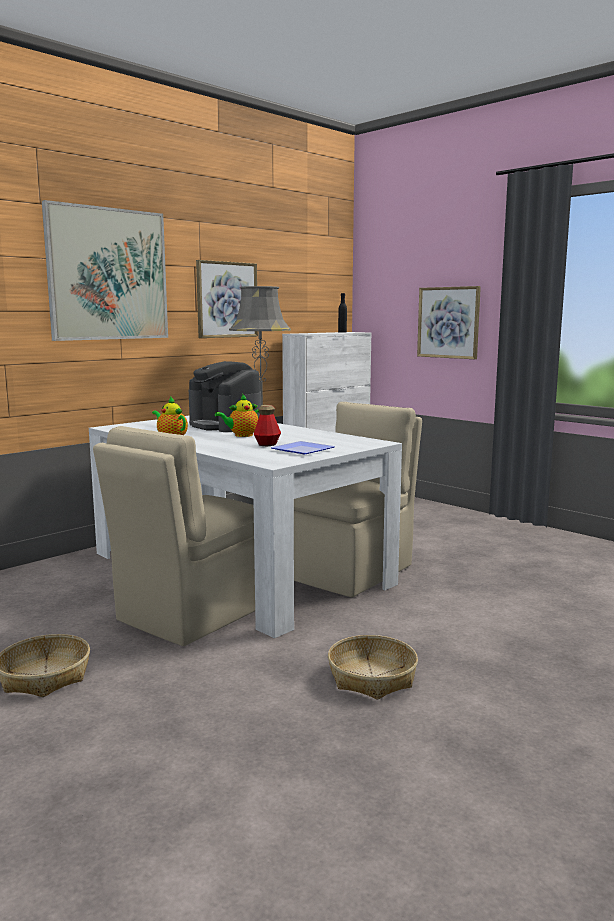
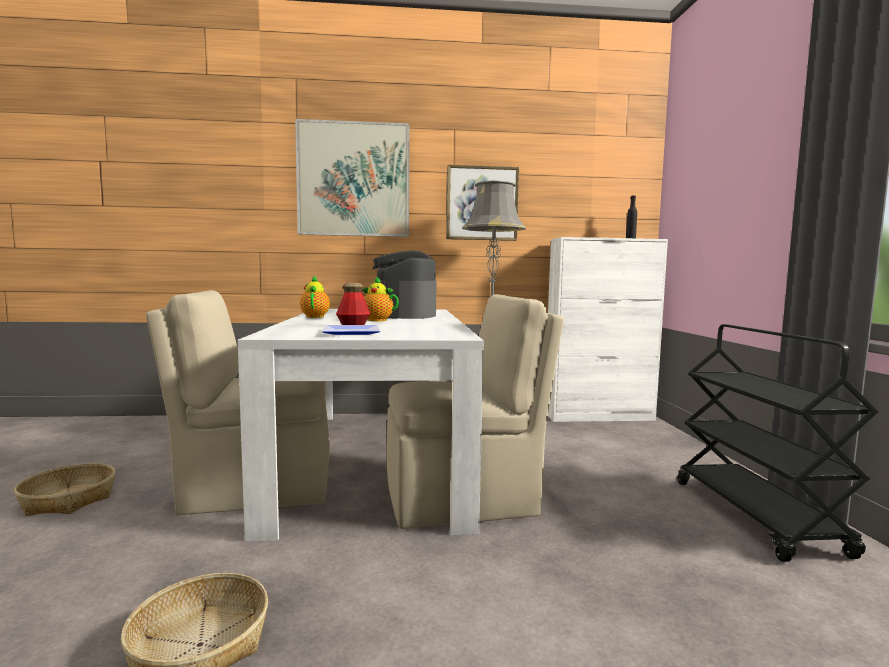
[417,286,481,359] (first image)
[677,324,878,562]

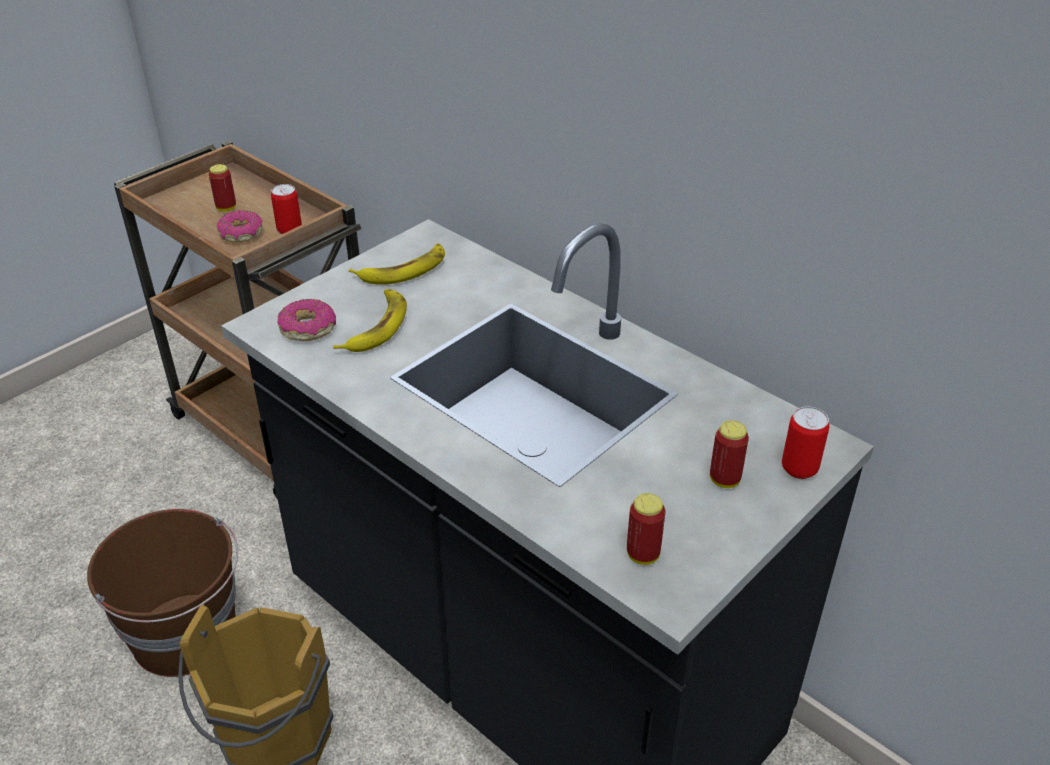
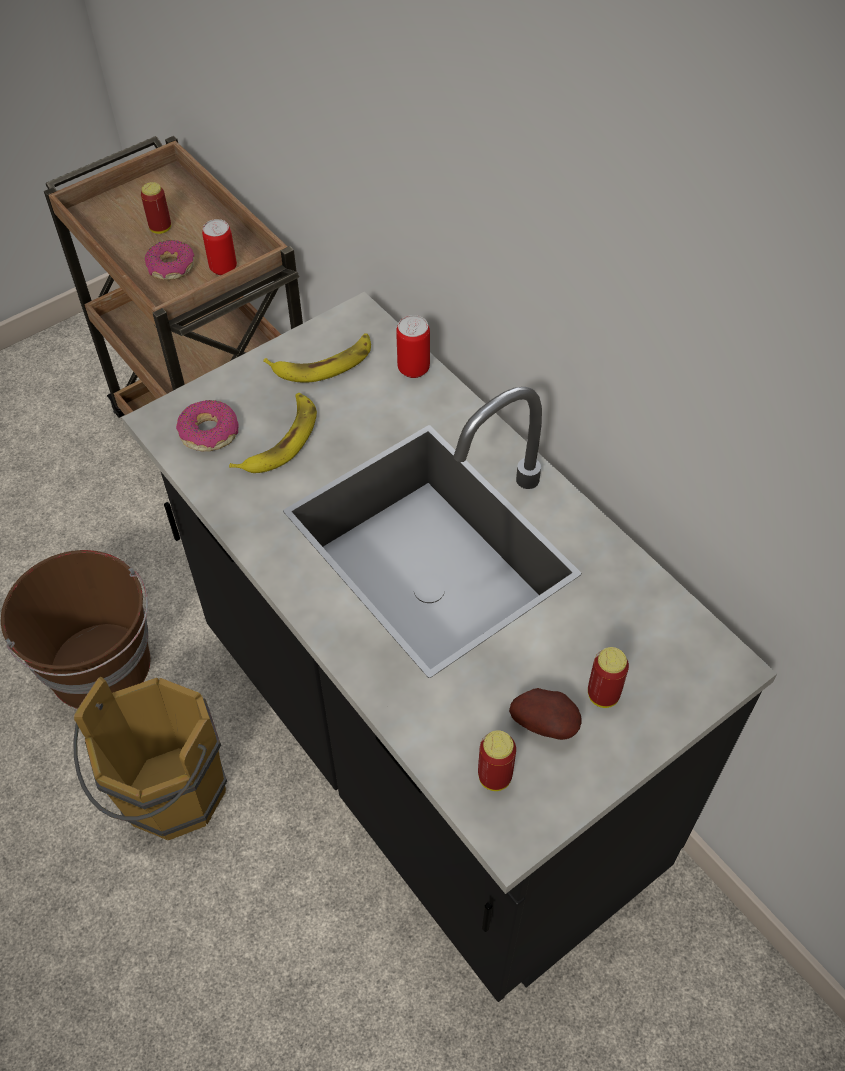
[396,315,430,378]
[509,688,582,740]

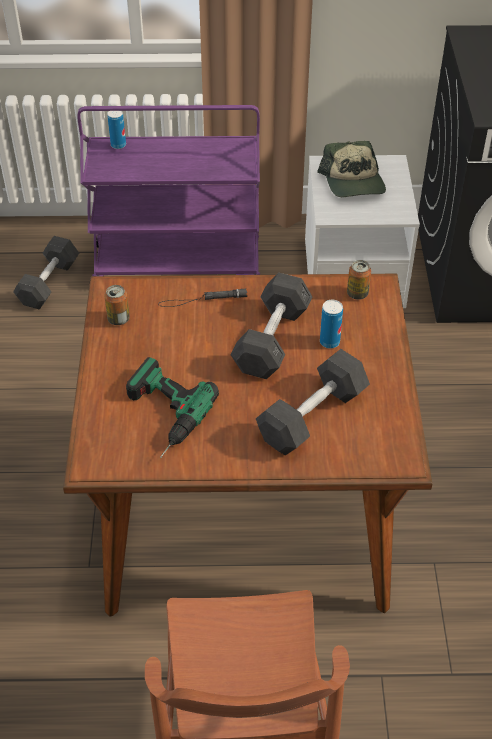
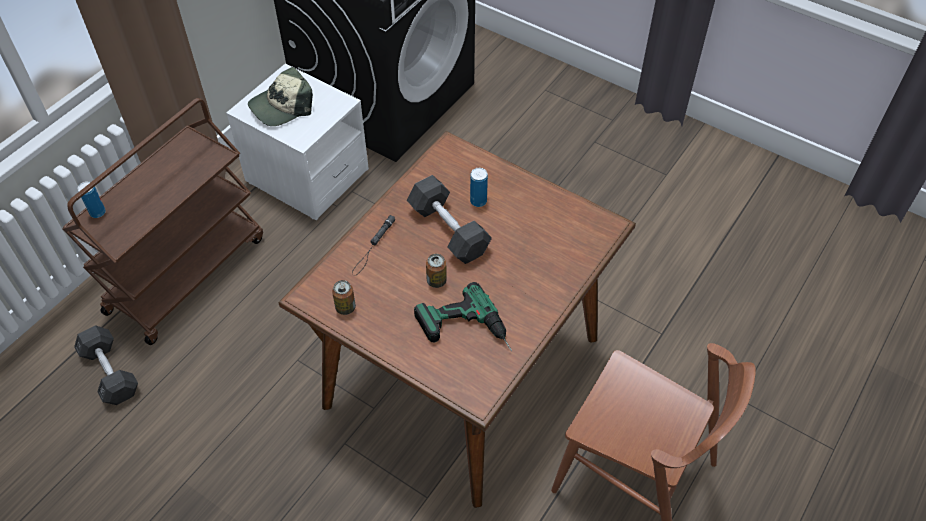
[63,98,263,345]
[256,349,370,455] (first image)
[248,67,313,126]
[426,254,447,288]

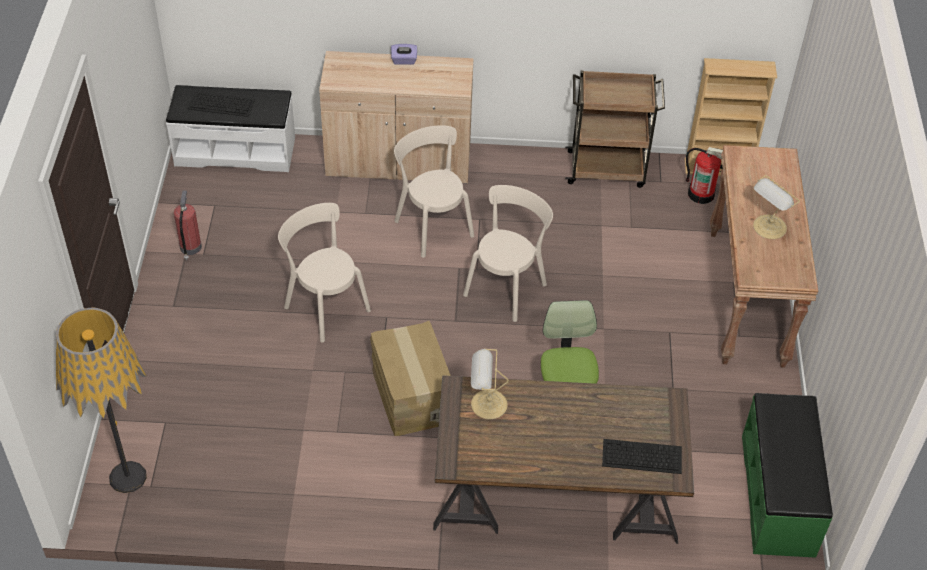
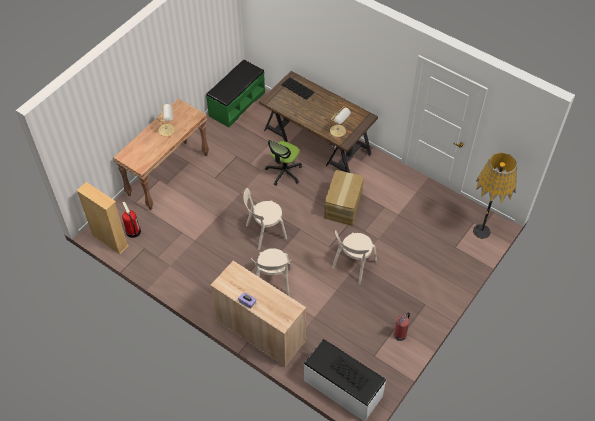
[332,230,377,285]
[565,70,665,188] (first image)

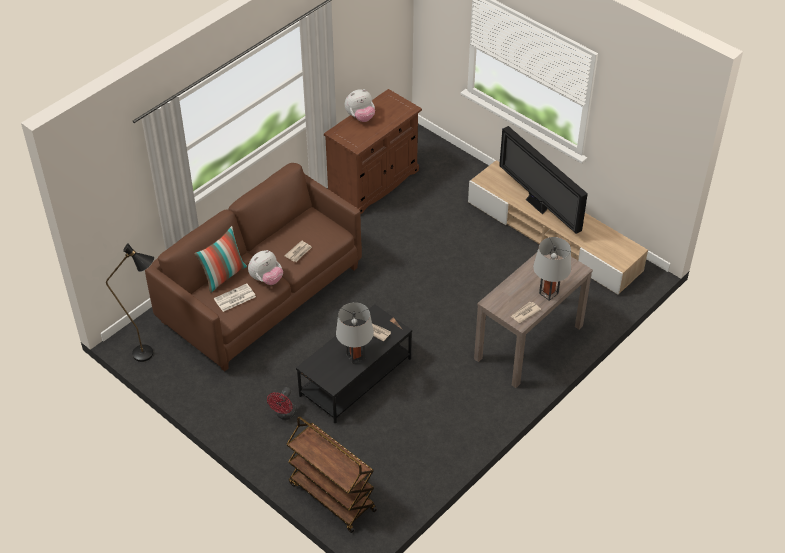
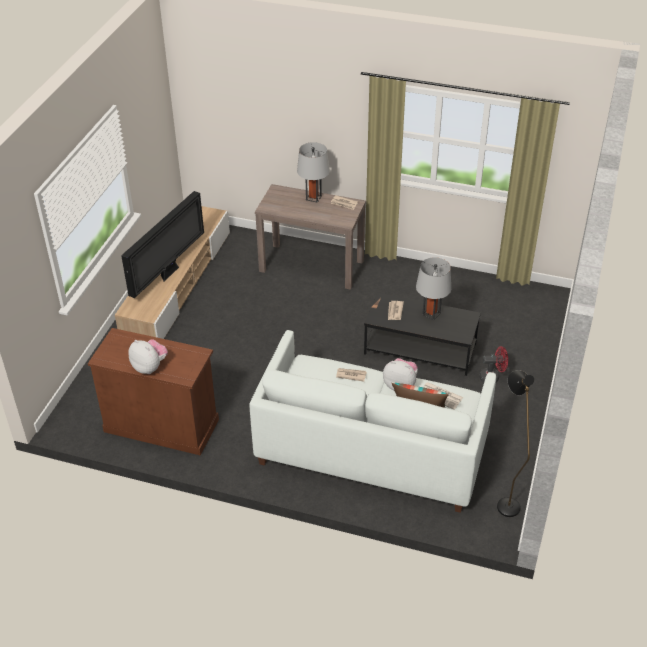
[250,330,496,513]
[286,416,377,533] (first image)

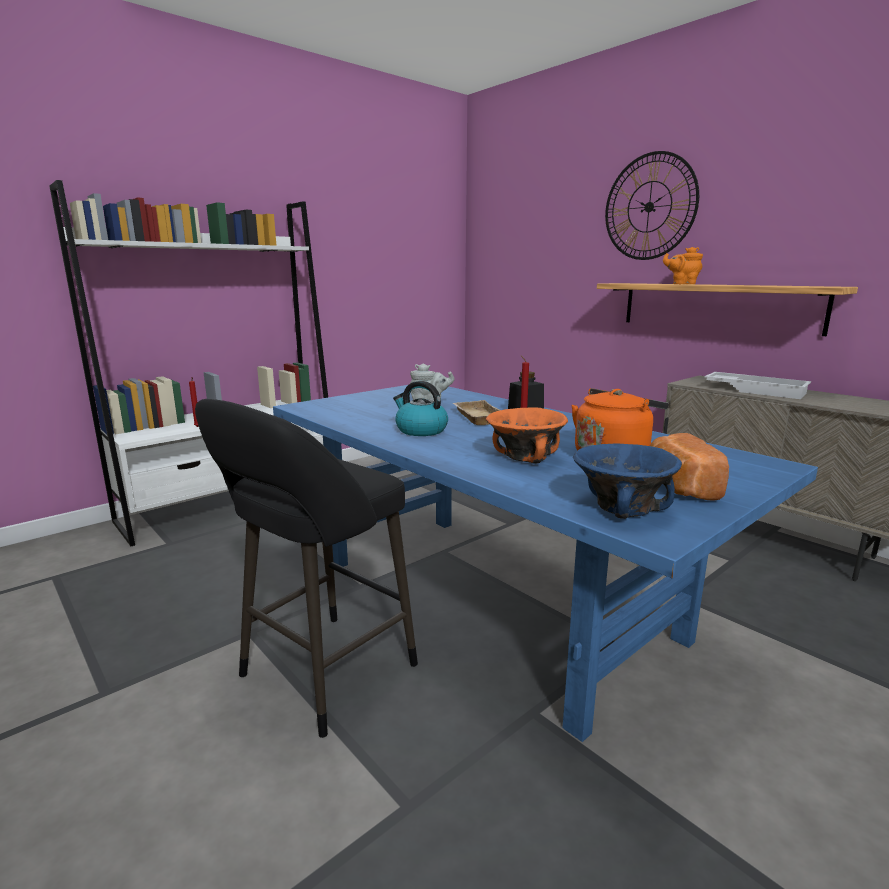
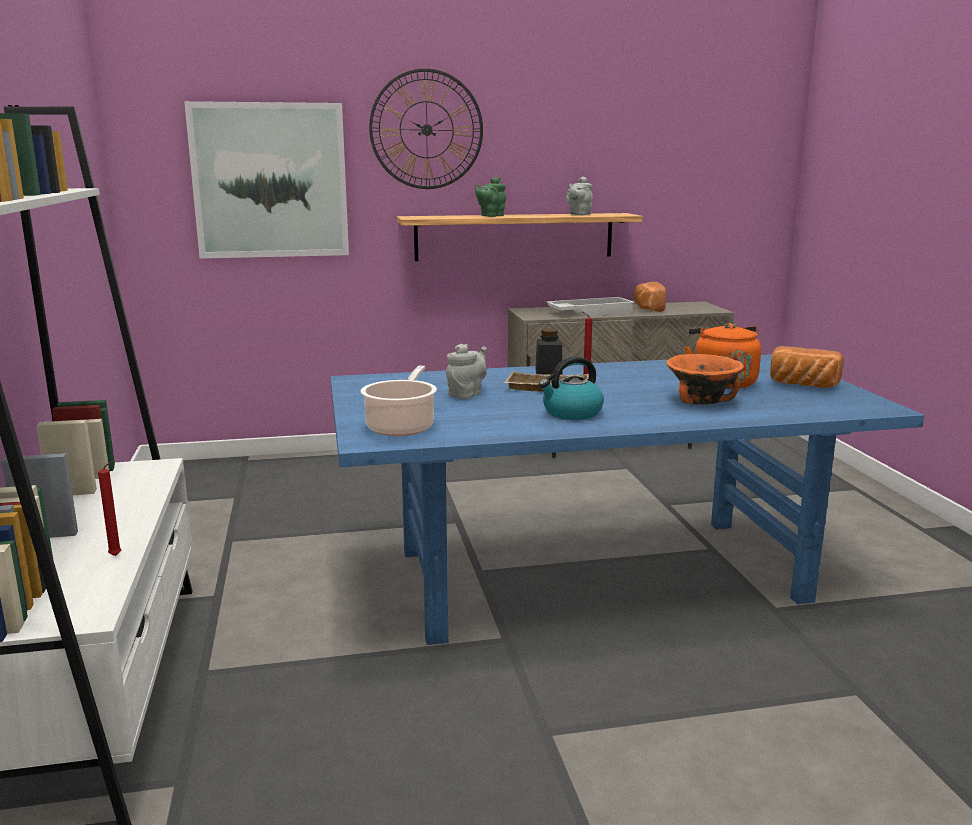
[195,399,418,738] (first image)
[573,443,682,519] (first image)
[475,177,506,217]
[184,101,349,259]
[360,366,437,436]
[566,177,593,215]
[634,282,666,312]

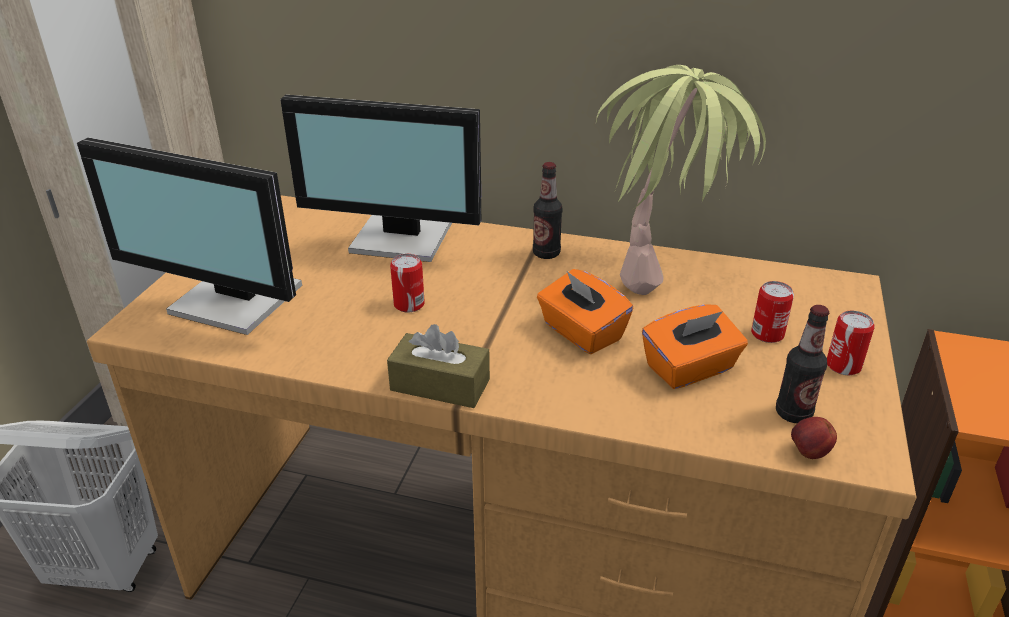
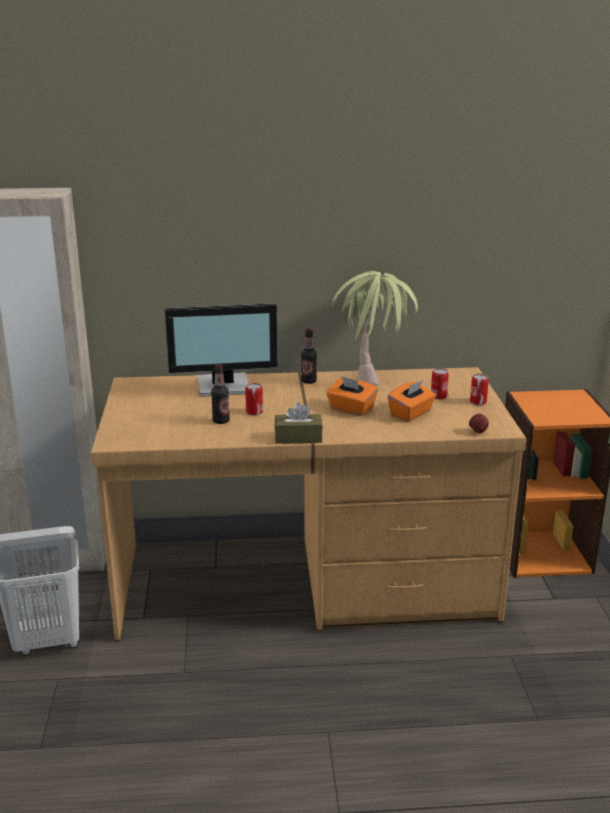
[77,137,302,335] (first image)
[211,364,230,424]

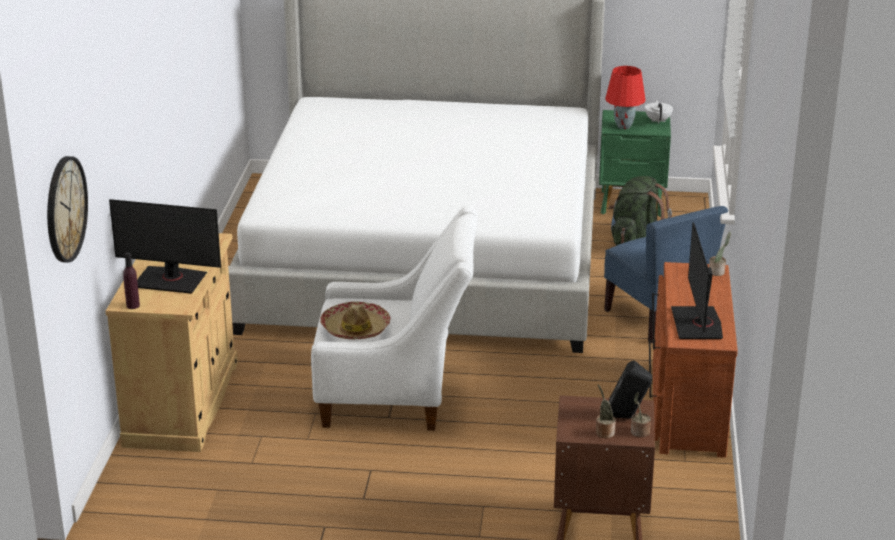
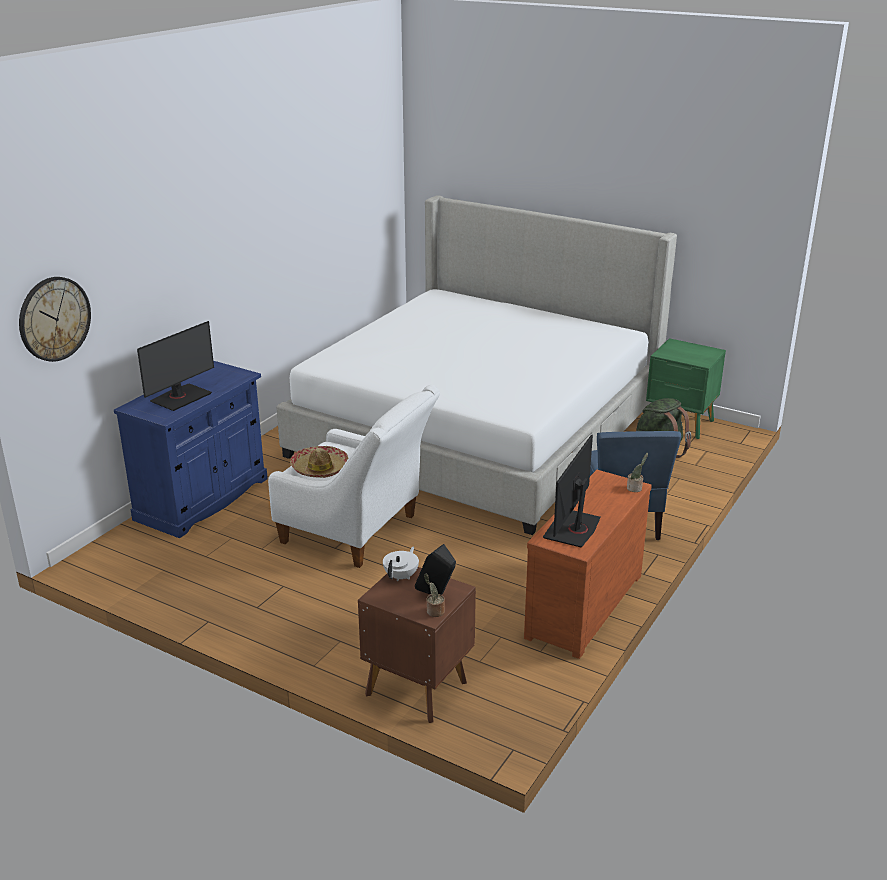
[114,361,268,538]
[137,321,214,411]
[123,252,140,309] (first image)
[596,385,616,438] (first image)
[605,66,646,129] (first image)
[383,547,419,581]

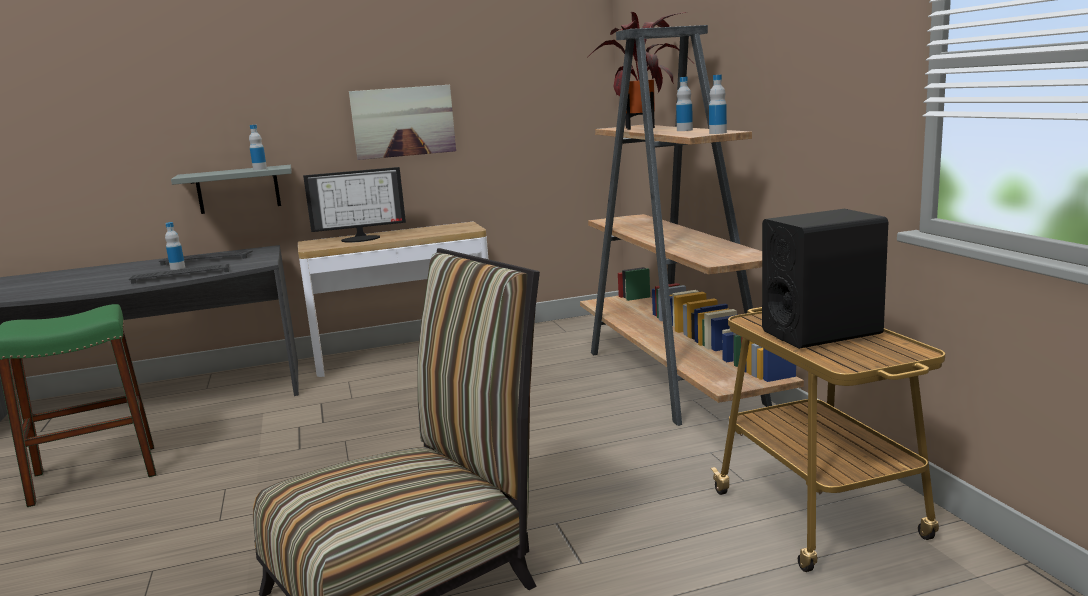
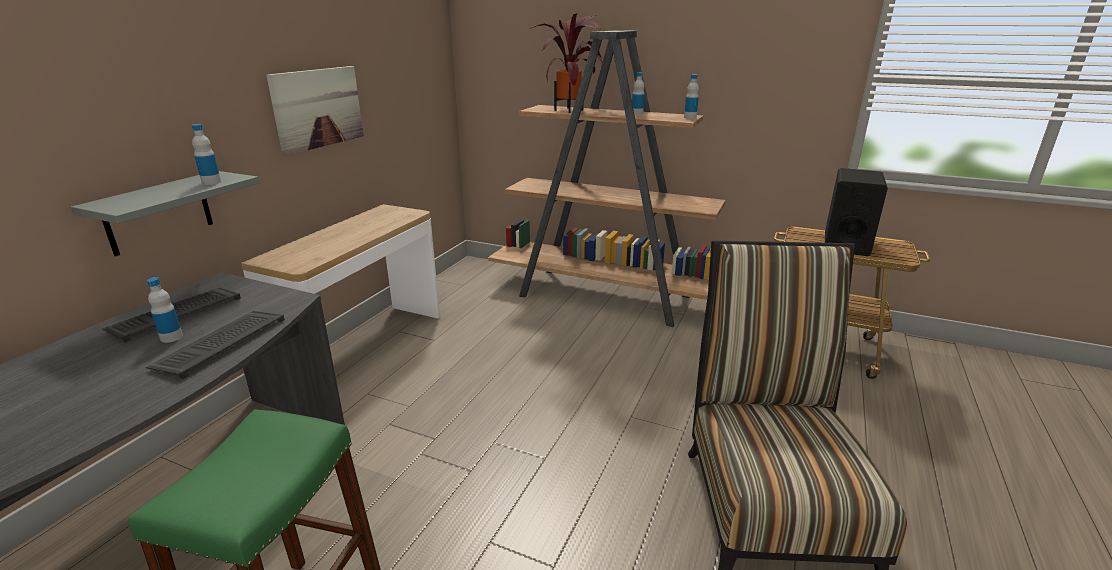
[303,167,406,243] (first image)

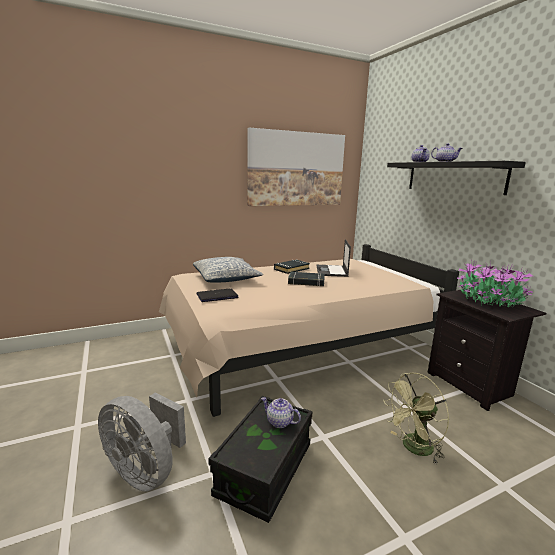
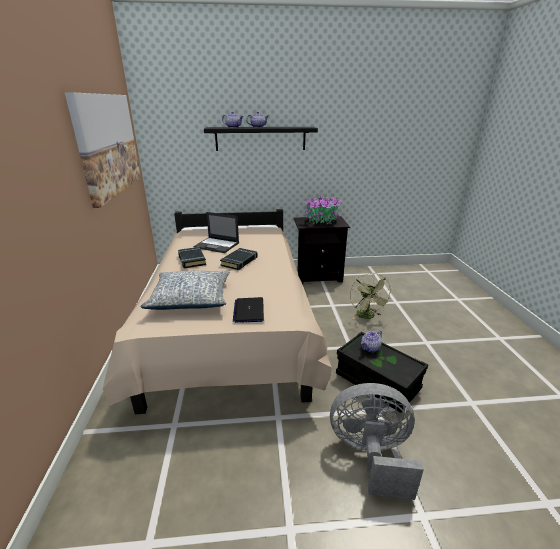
[330,383,424,500]

